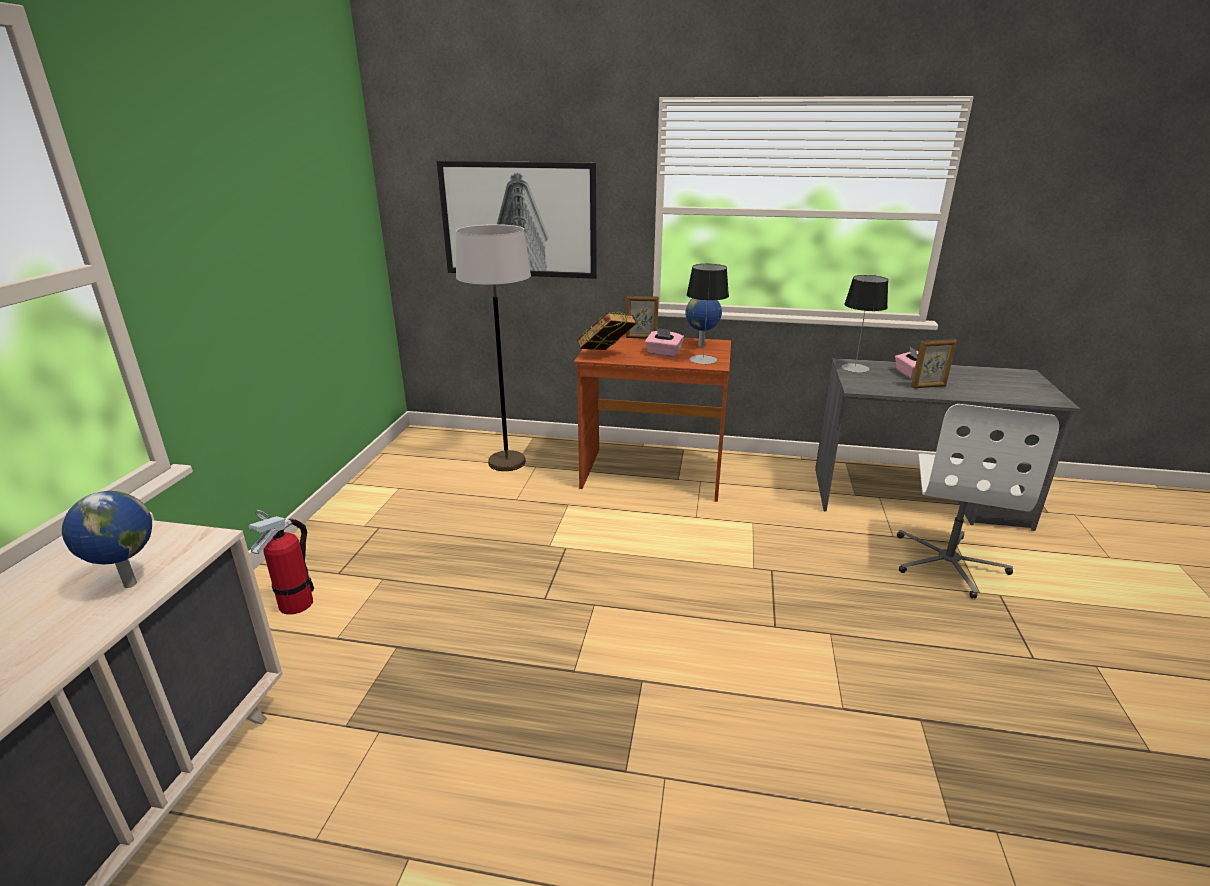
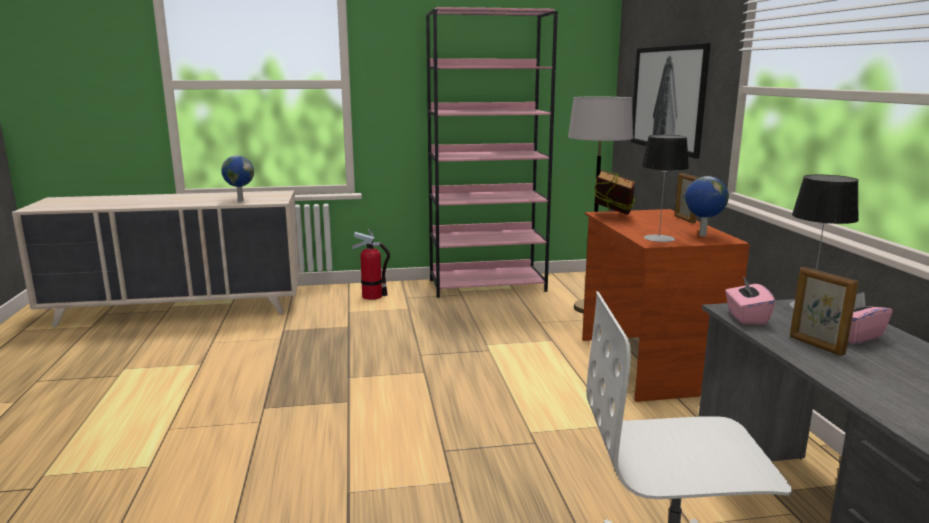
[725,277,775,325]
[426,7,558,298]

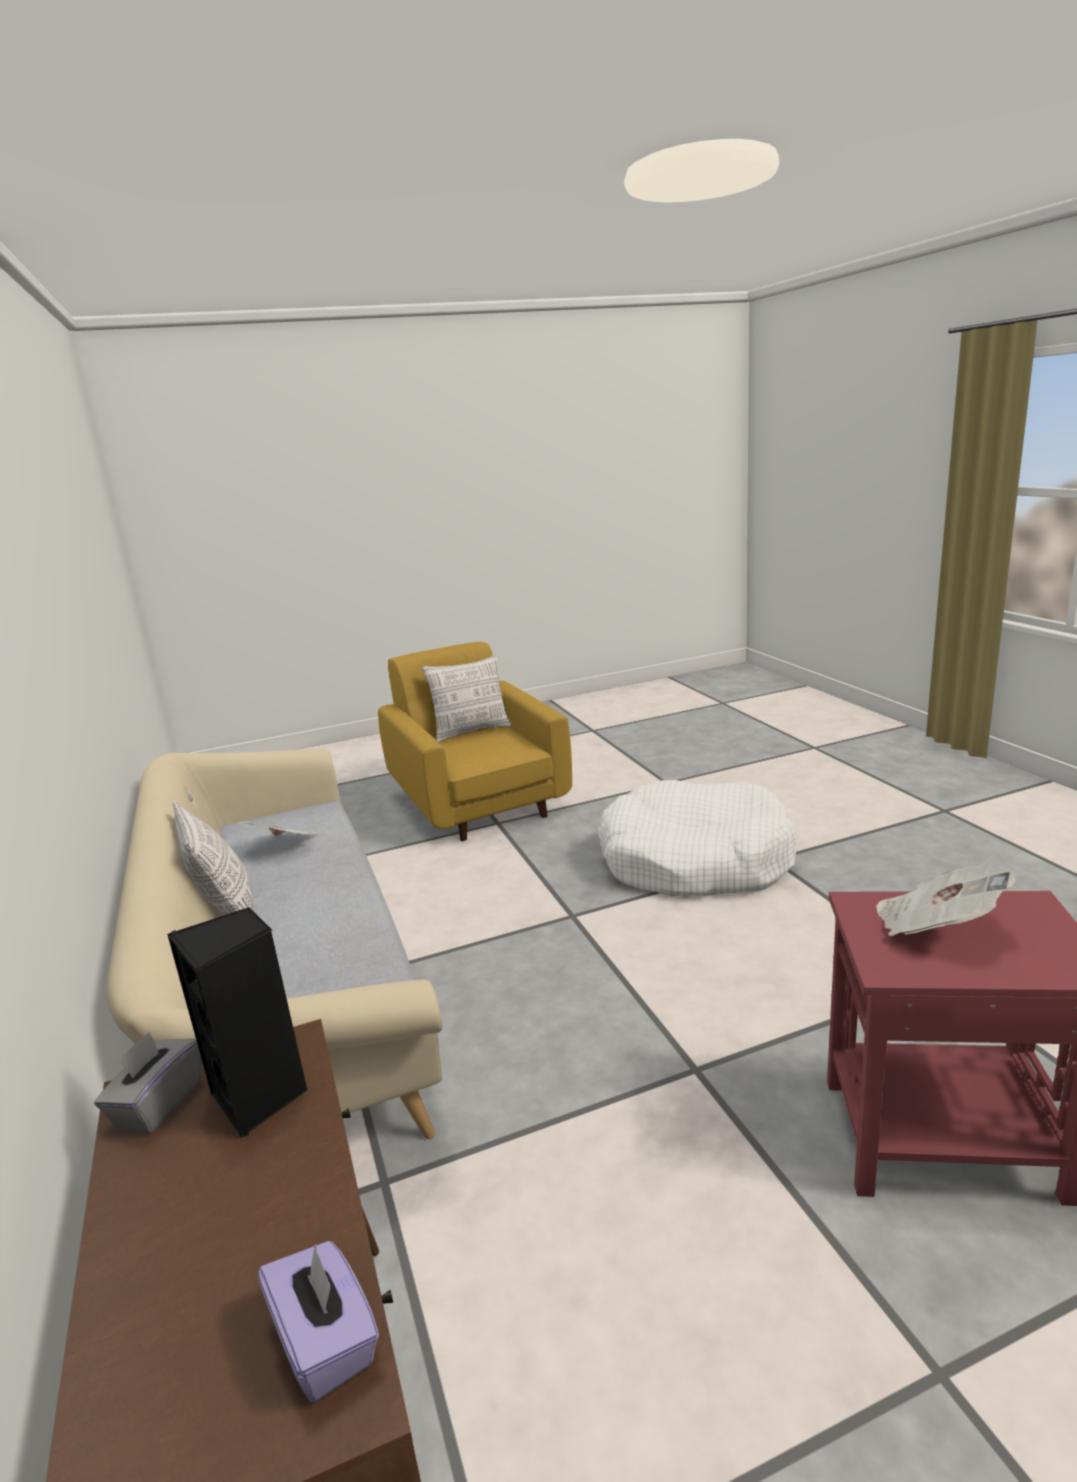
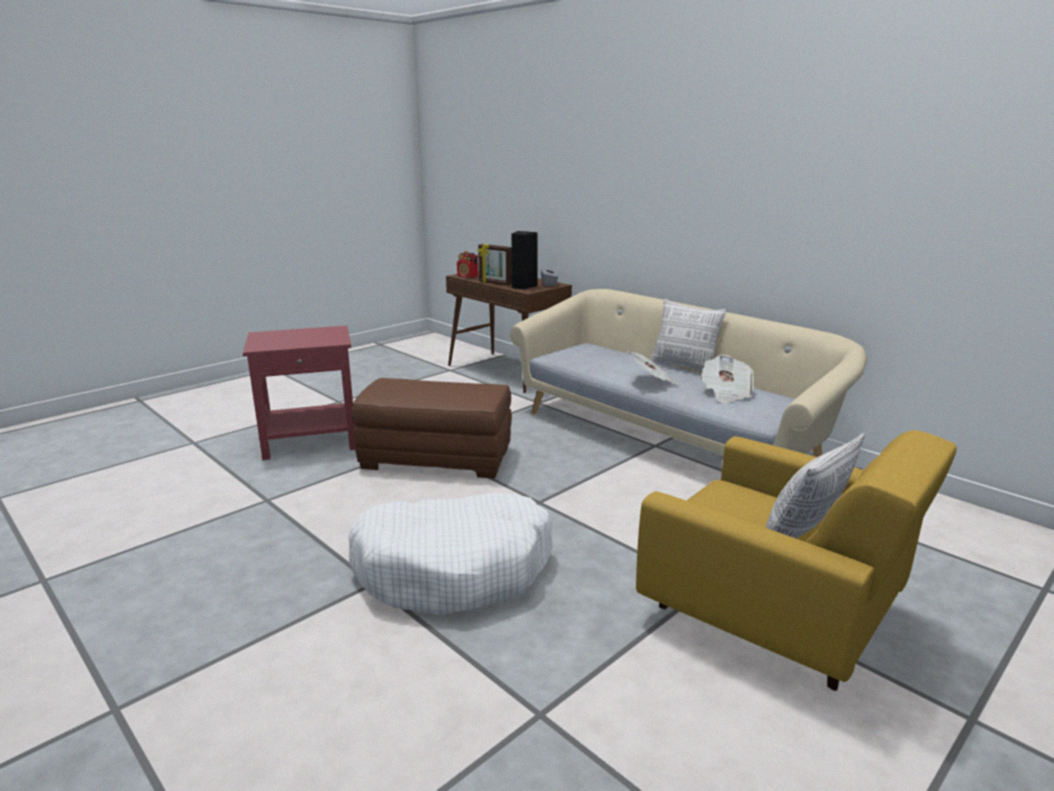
[457,251,478,278]
[626,351,678,384]
[352,378,512,479]
[478,244,512,286]

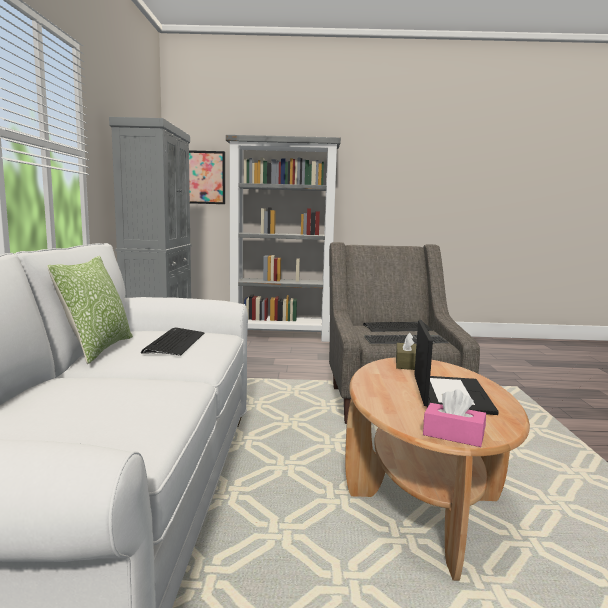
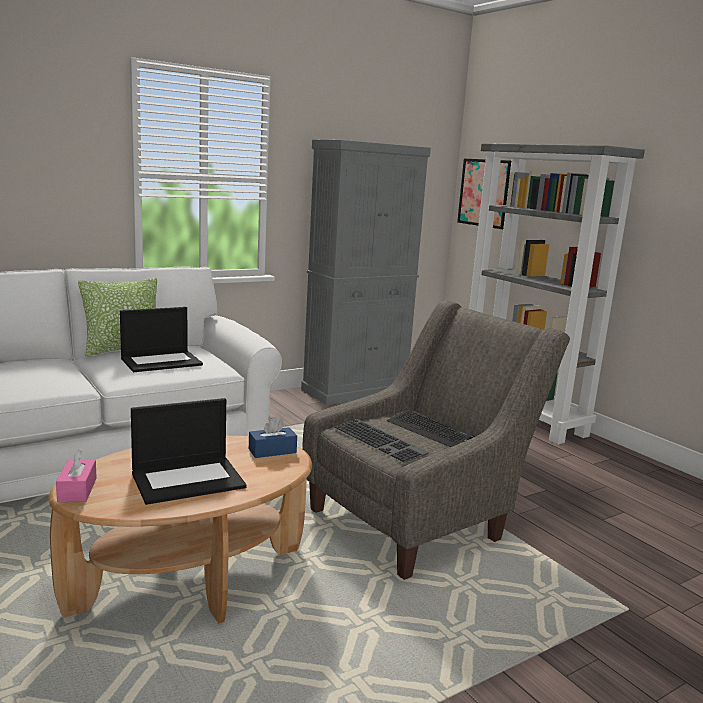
[120,307,203,372]
[249,417,297,458]

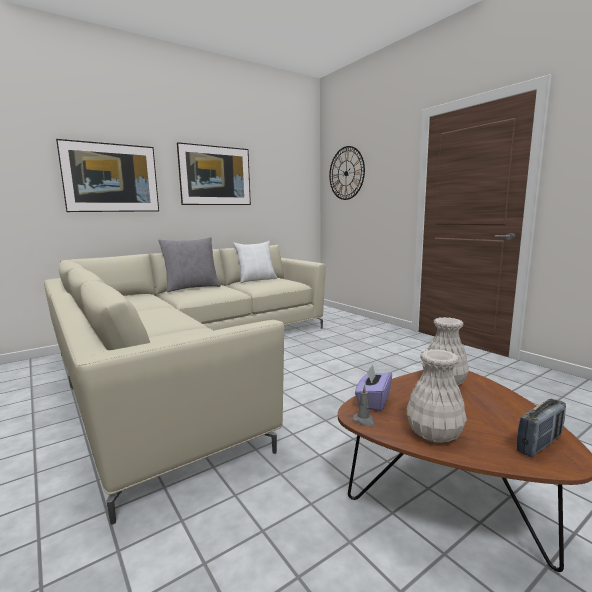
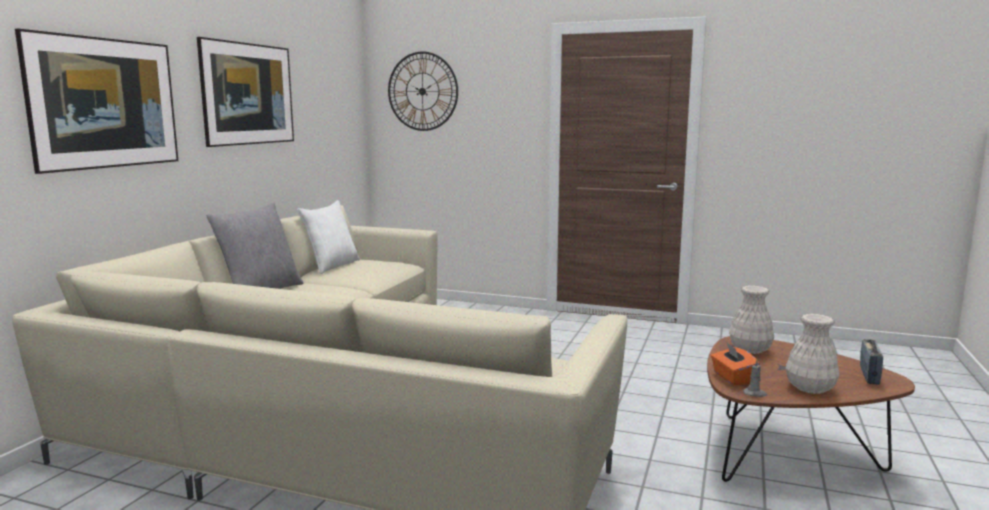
[711,343,760,385]

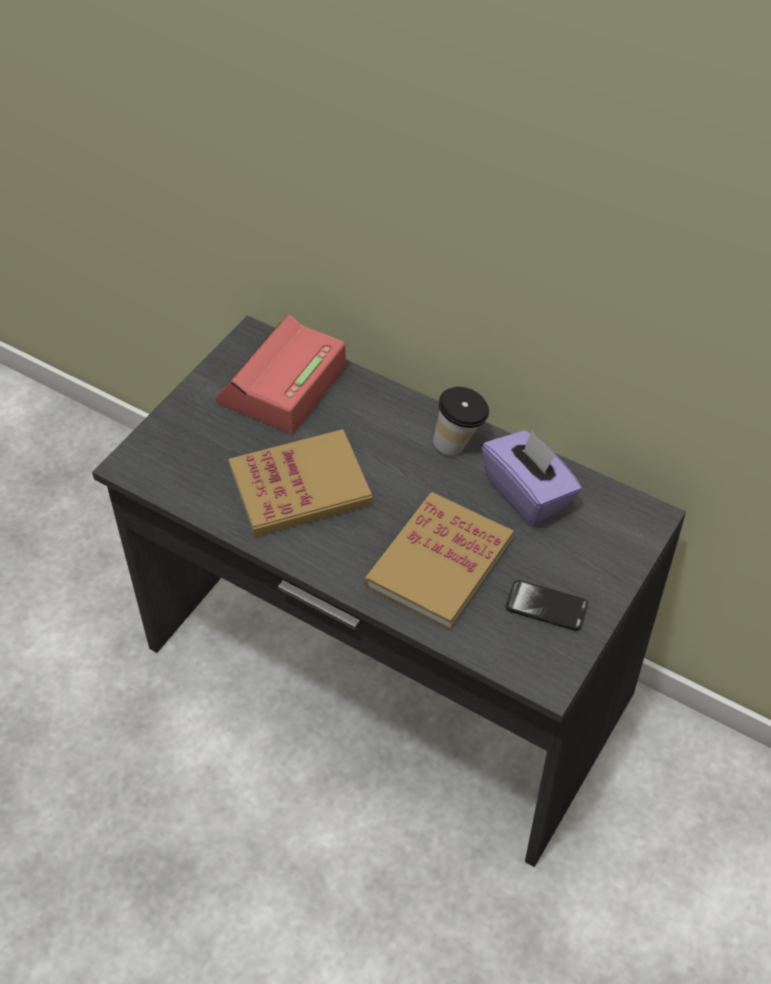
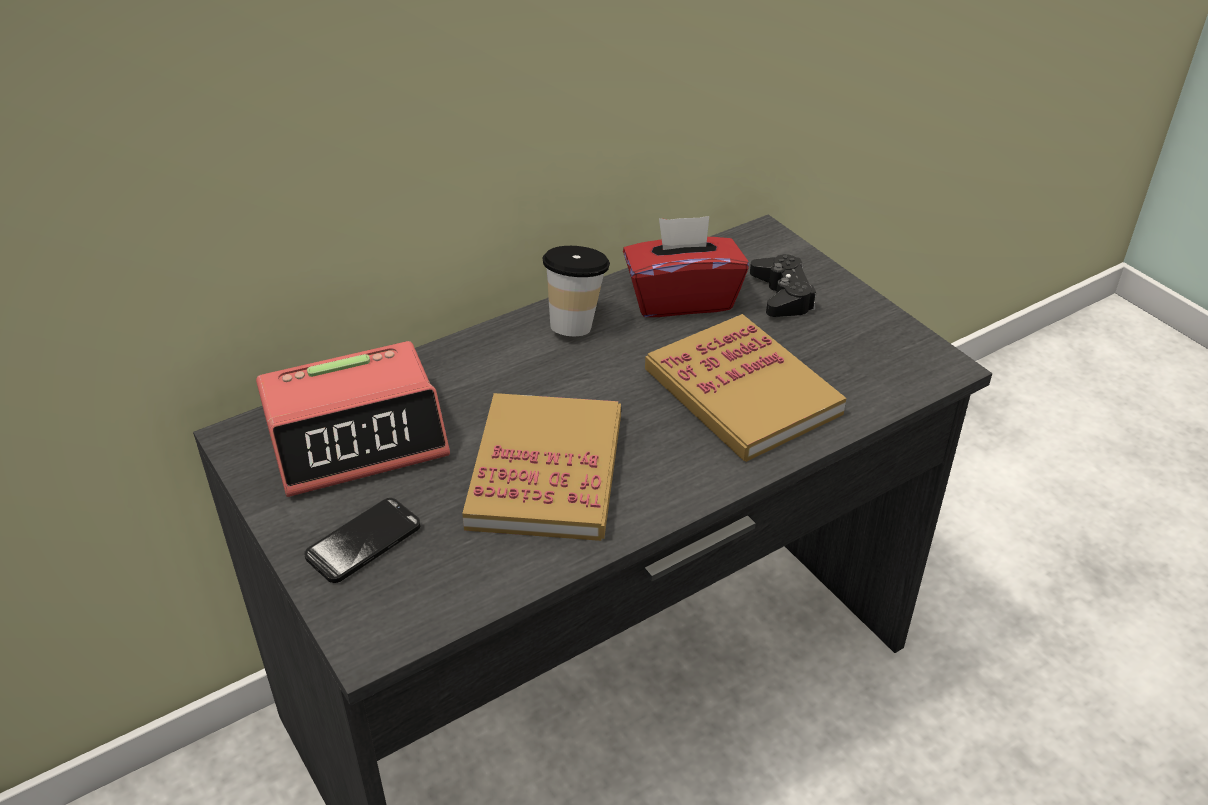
[256,341,450,497]
[623,216,749,317]
[304,498,421,583]
[750,254,816,317]

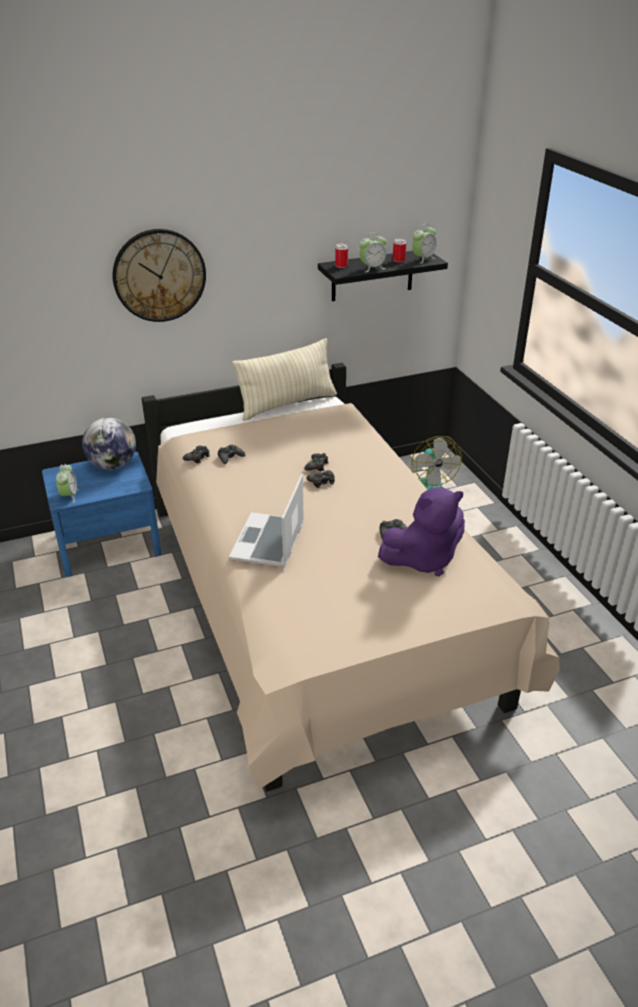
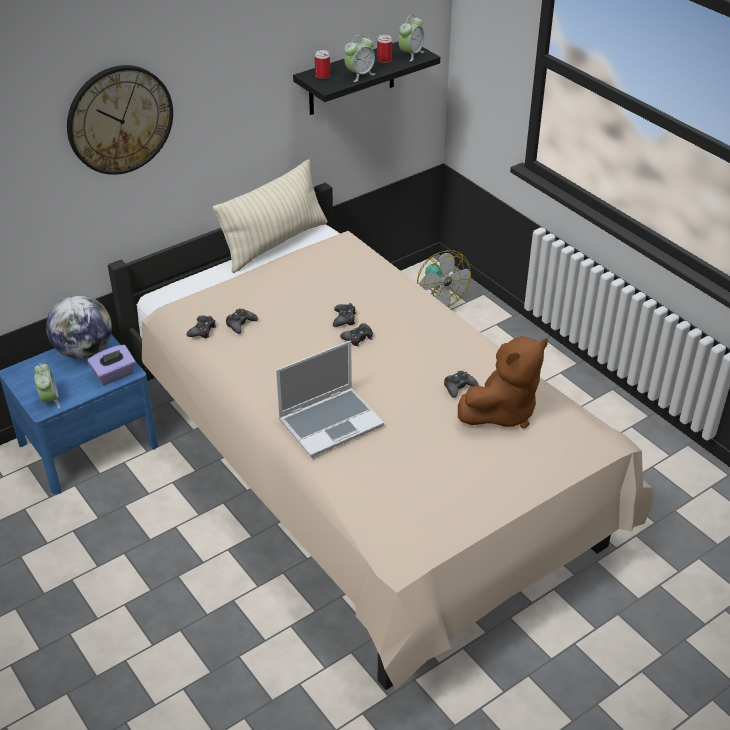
[276,341,384,457]
[458,336,548,428]
[87,345,136,385]

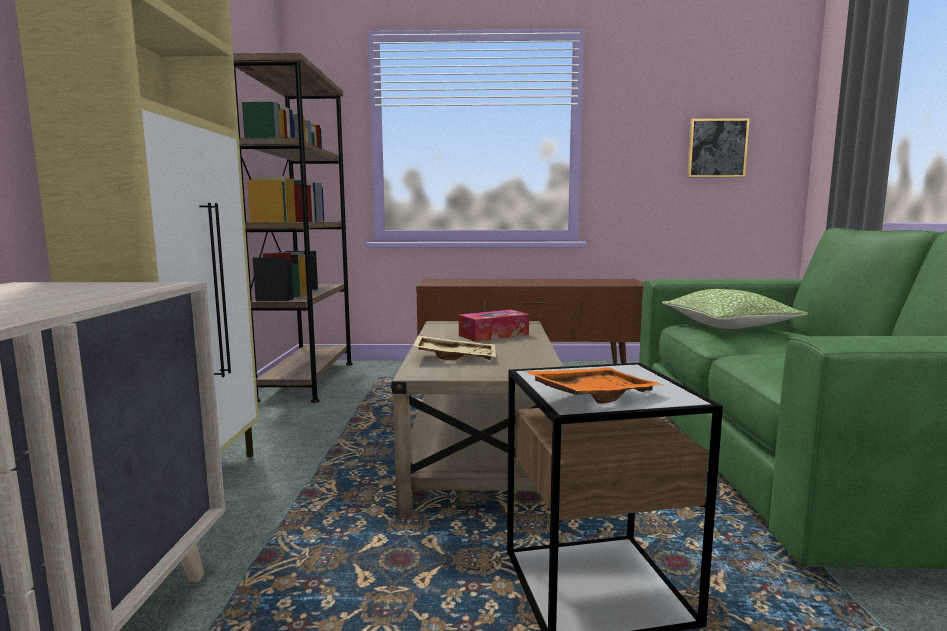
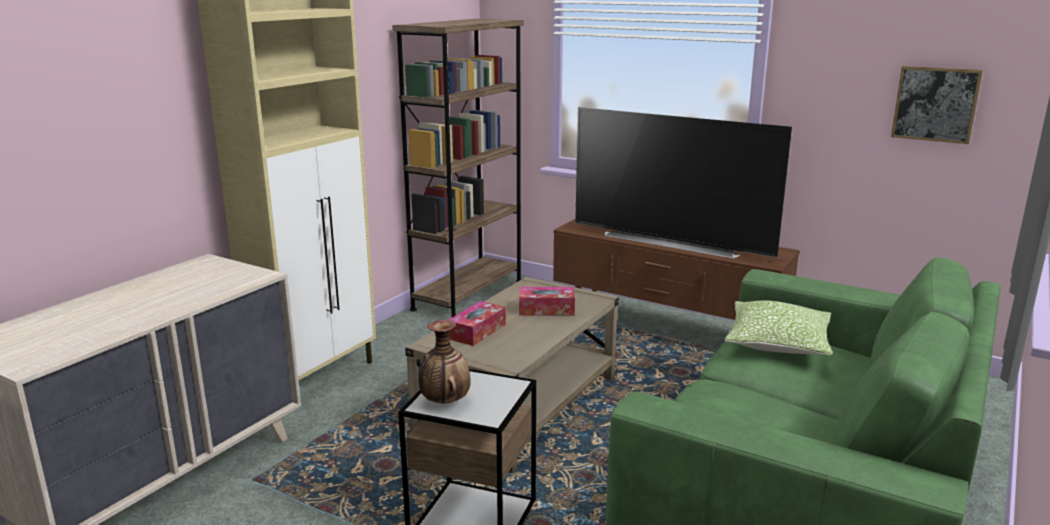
[449,301,506,346]
[418,319,471,403]
[575,107,792,258]

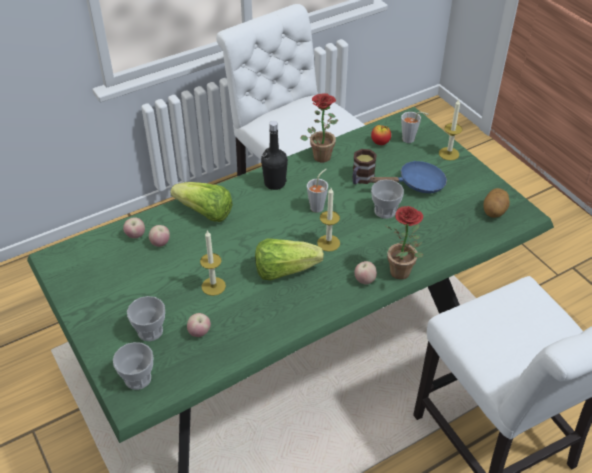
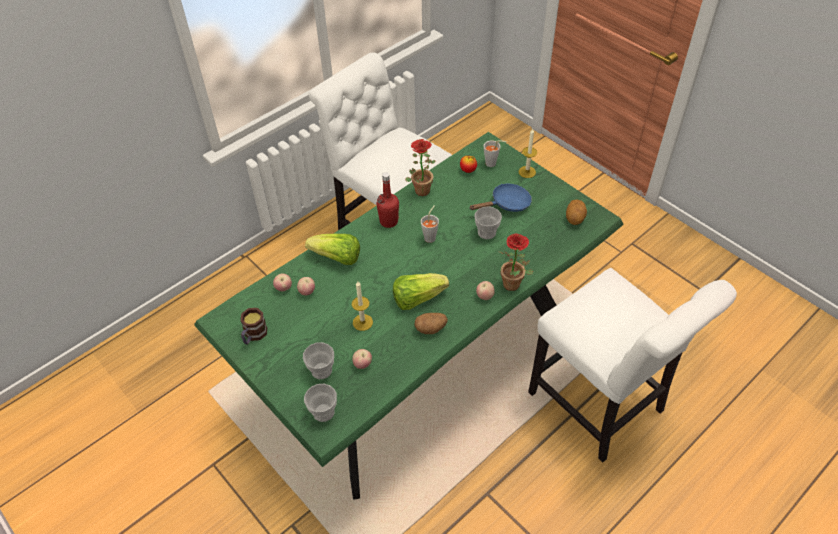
[376,172,399,228]
[317,188,340,252] (first image)
[240,308,267,345]
[415,313,448,334]

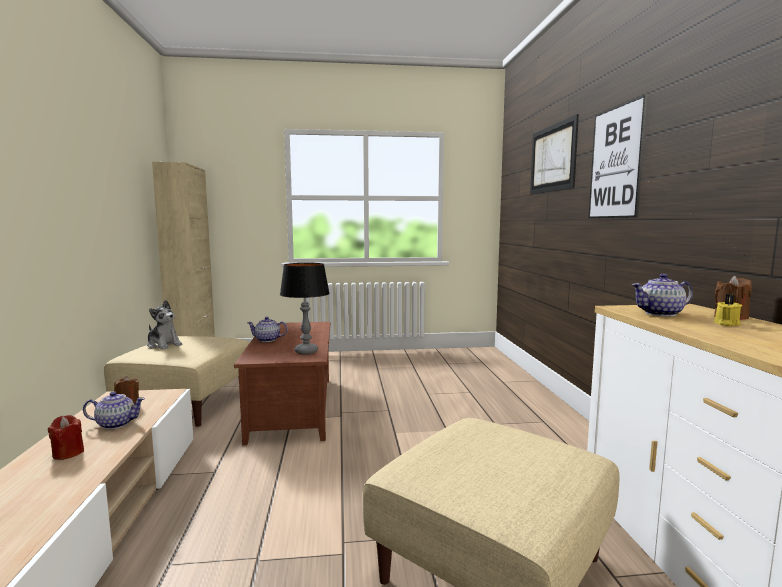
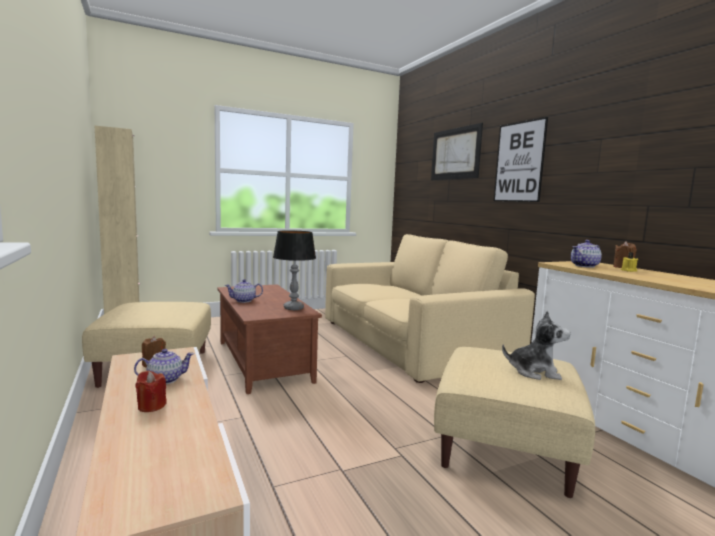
[502,310,571,380]
[325,234,535,383]

